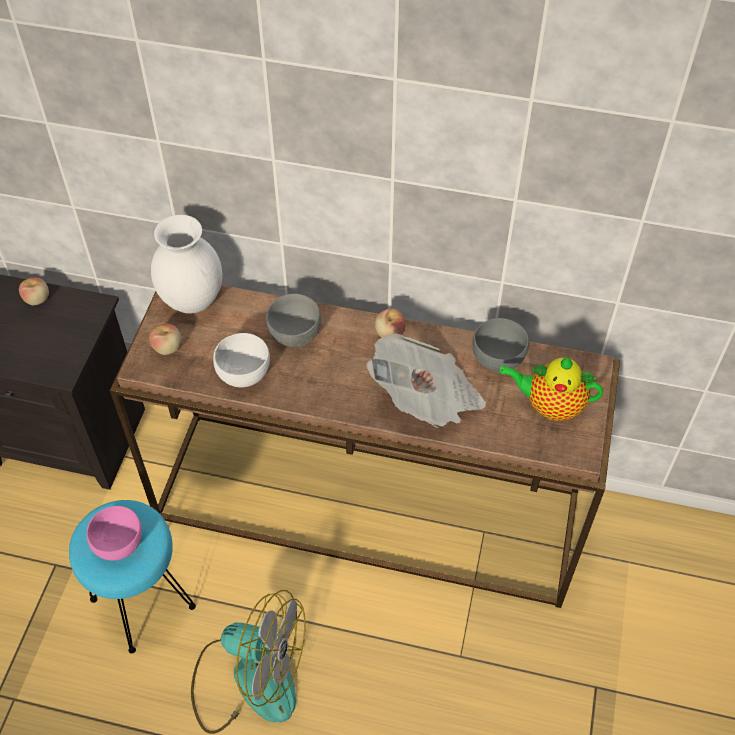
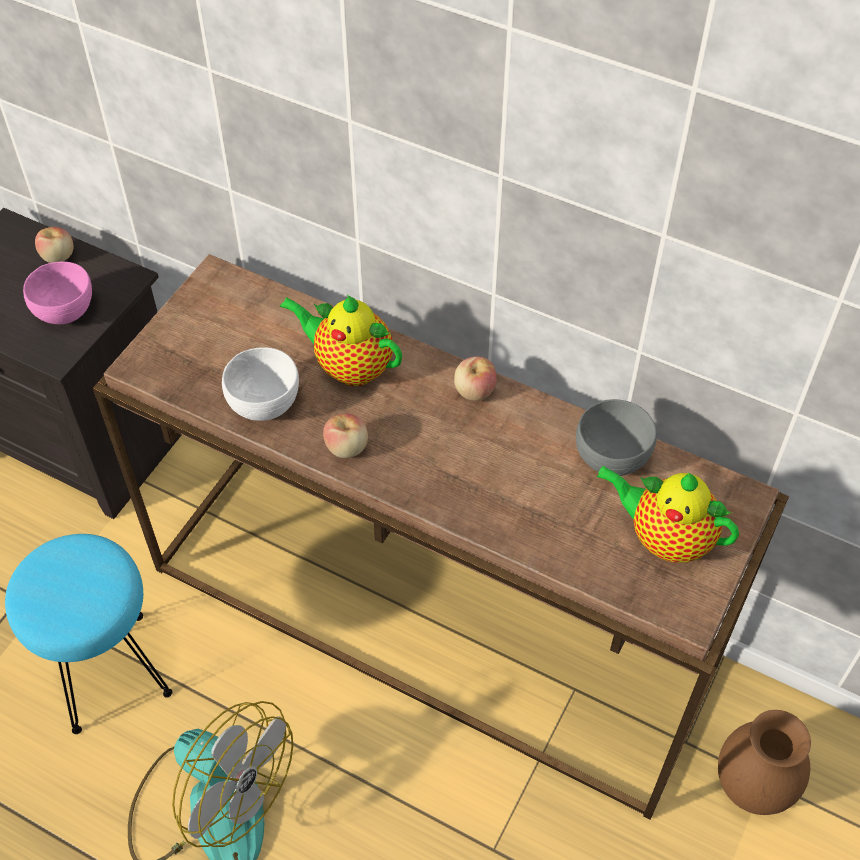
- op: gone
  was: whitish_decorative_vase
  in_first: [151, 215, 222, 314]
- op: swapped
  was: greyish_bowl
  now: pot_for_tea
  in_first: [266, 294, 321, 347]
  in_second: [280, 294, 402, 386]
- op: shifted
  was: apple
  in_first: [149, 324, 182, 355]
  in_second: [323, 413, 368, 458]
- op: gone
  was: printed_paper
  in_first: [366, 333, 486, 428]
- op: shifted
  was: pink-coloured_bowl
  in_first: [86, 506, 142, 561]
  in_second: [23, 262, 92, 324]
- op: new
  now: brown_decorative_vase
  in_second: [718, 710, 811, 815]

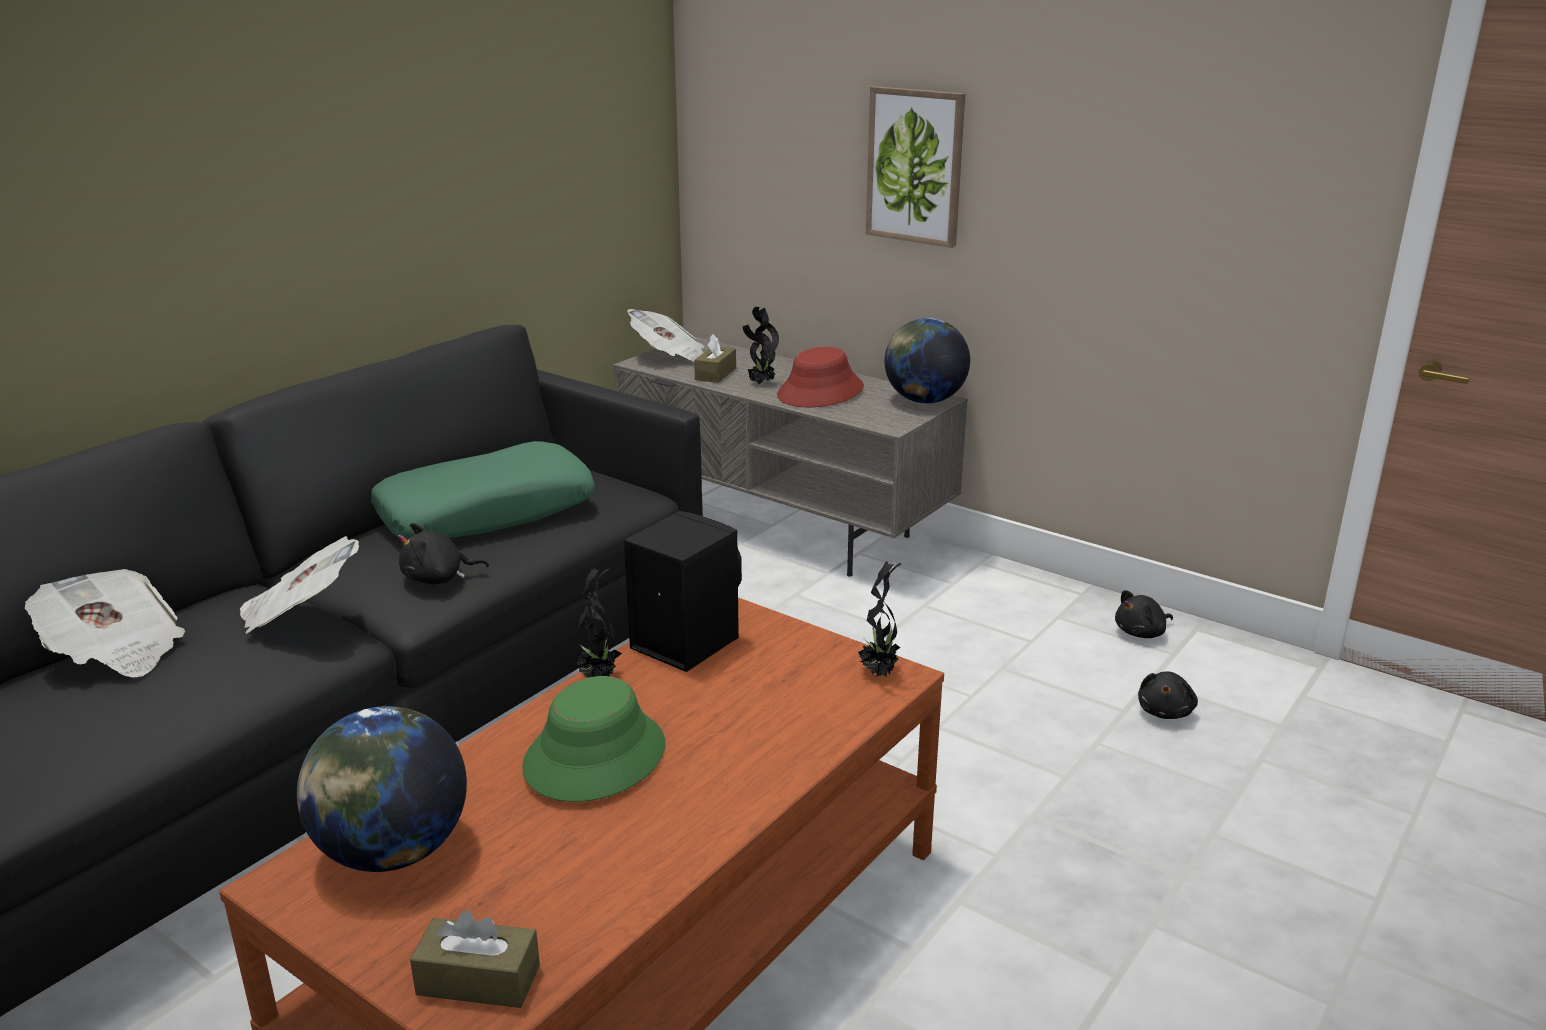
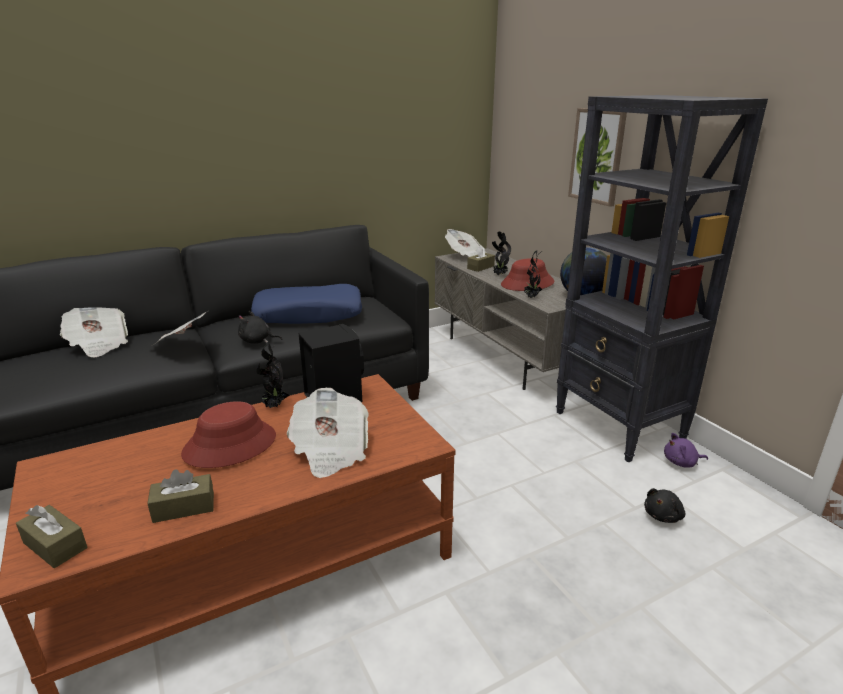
- op: repainted
  was: green-coloured_cushion
  now: bluish_cushion
  in_first: [371, 441, 595, 540]
  in_second: [251, 284, 362, 324]
- op: shifted
  was: potted_plant
  in_first: [858, 561, 903, 678]
  in_second: [524, 250, 542, 298]
- op: repainted
  was: blackish_plush_toy
  now: purple_plush_toy
  in_first: [1115, 590, 1173, 638]
  in_second: [664, 433, 708, 468]
- op: repainted
  was: green-coloured_clothing_hat
  now: red_clothing_hat
  in_first: [522, 676, 665, 802]
  in_second: [181, 401, 276, 468]
- op: gone
  was: world_globe
  in_first: [297, 706, 467, 872]
- op: new
  now: blackish_shelving_unit
  in_second: [556, 95, 768, 463]
- op: new
  now: printed_paper
  in_second: [286, 388, 369, 478]
- op: new
  now: brown_tissue_holder
  in_second: [147, 469, 214, 523]

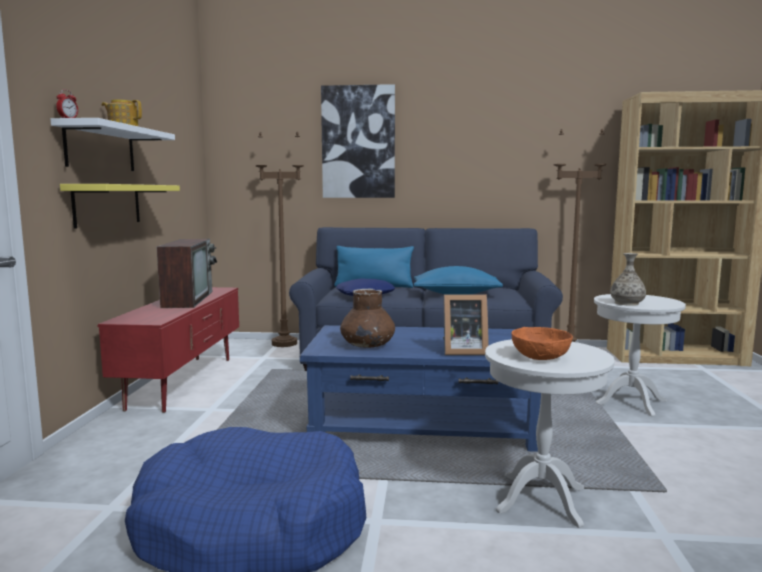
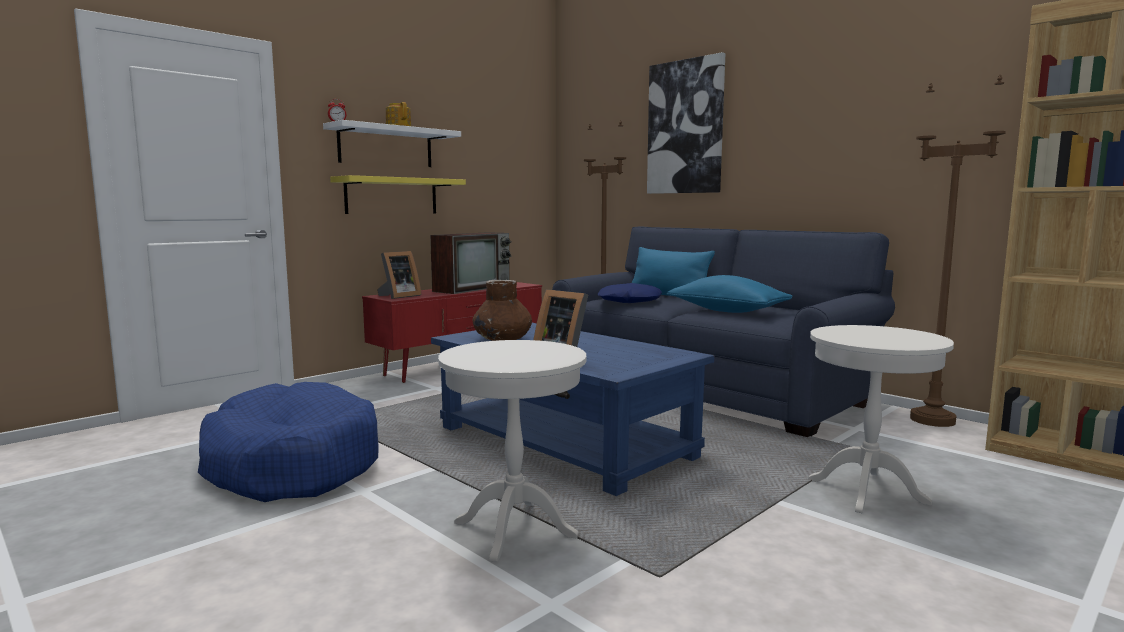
- op: gone
  was: decorative_vase
  in_first: [610, 253, 646, 306]
- op: gone
  was: orange_bowl
  in_first: [512, 327, 573, 360]
- op: new
  now: photo_frame
  in_second: [377, 251, 422, 299]

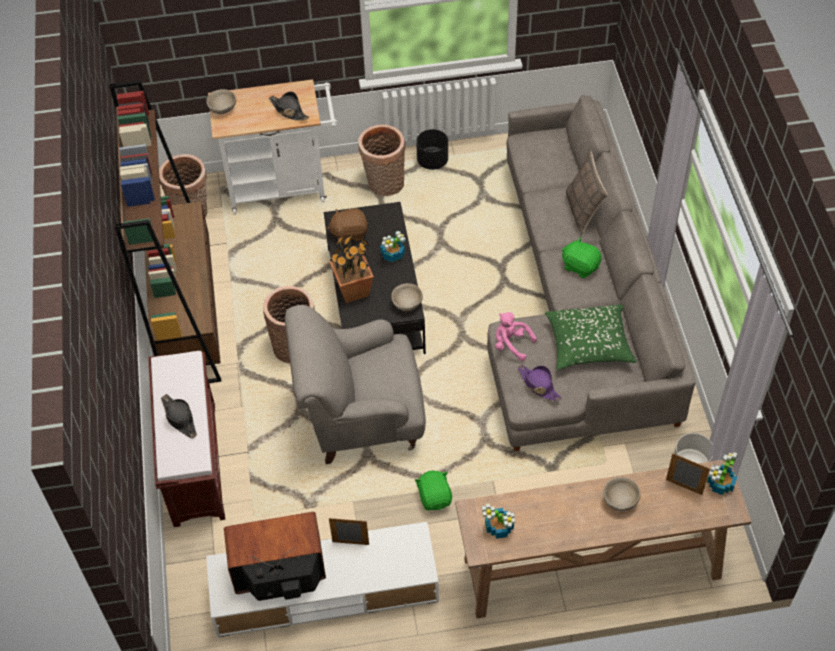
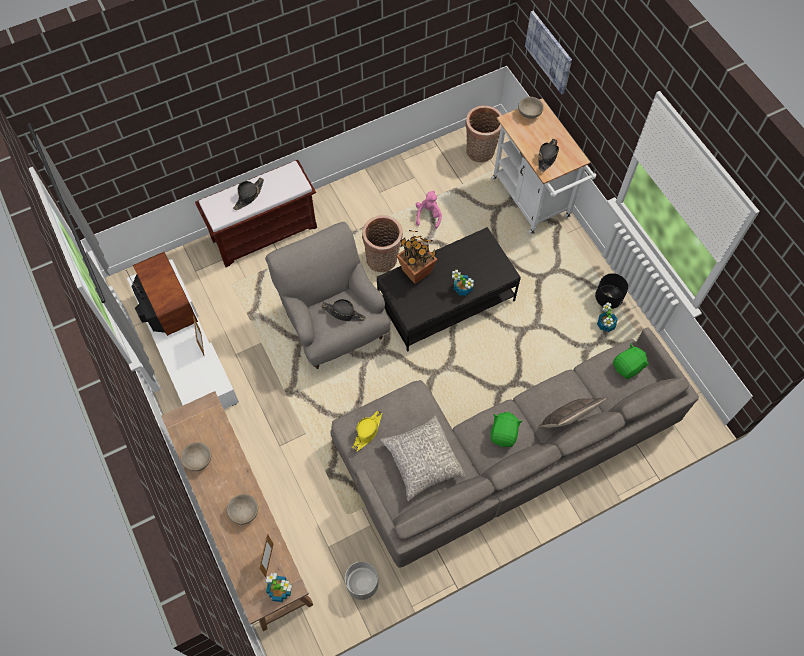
- op: gone
  was: brown_shelving_unit
  in_first: [109, 80, 222, 383]
- op: gone
  was: household_basket
  in_first: [358, 124, 405, 196]
- op: gone
  was: brown_plush_toy
  in_first: [327, 208, 368, 243]
- op: shifted
  was: sand-coloured_bowl
  in_first: [391, 283, 423, 311]
  in_second: [181, 442, 211, 471]
- op: repainted
  was: green-coloured_cushion
  now: greyish_cushion
  in_first: [545, 305, 637, 370]
  in_second: [380, 415, 466, 501]
- op: shifted
  was: pink-coloured_plush_toy
  in_first: [495, 312, 537, 361]
  in_second: [416, 191, 442, 229]
- op: repainted
  was: purple_clothing_hat
  now: yellow_clothing_hat
  in_first: [518, 364, 562, 401]
  in_second: [352, 411, 382, 451]
- op: shifted
  was: green-coloured_plush_toy
  in_first: [415, 471, 452, 511]
  in_second: [613, 344, 649, 379]
- op: shifted
  was: potted_plant
  in_first: [482, 504, 515, 539]
  in_second: [597, 302, 618, 332]
- op: new
  now: picture
  in_second: [525, 11, 572, 94]
- op: new
  now: blackish_clothing_hat
  in_second: [321, 299, 366, 322]

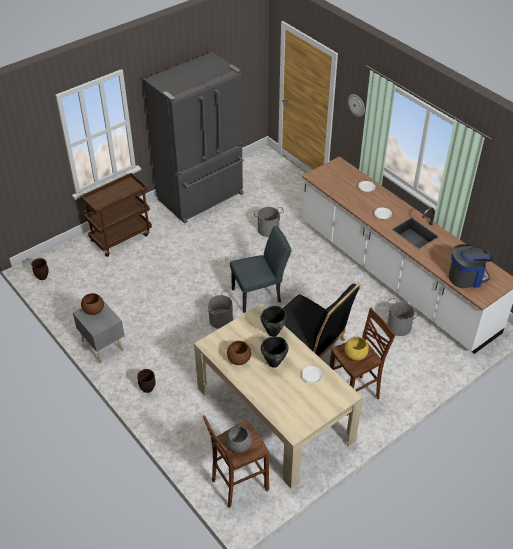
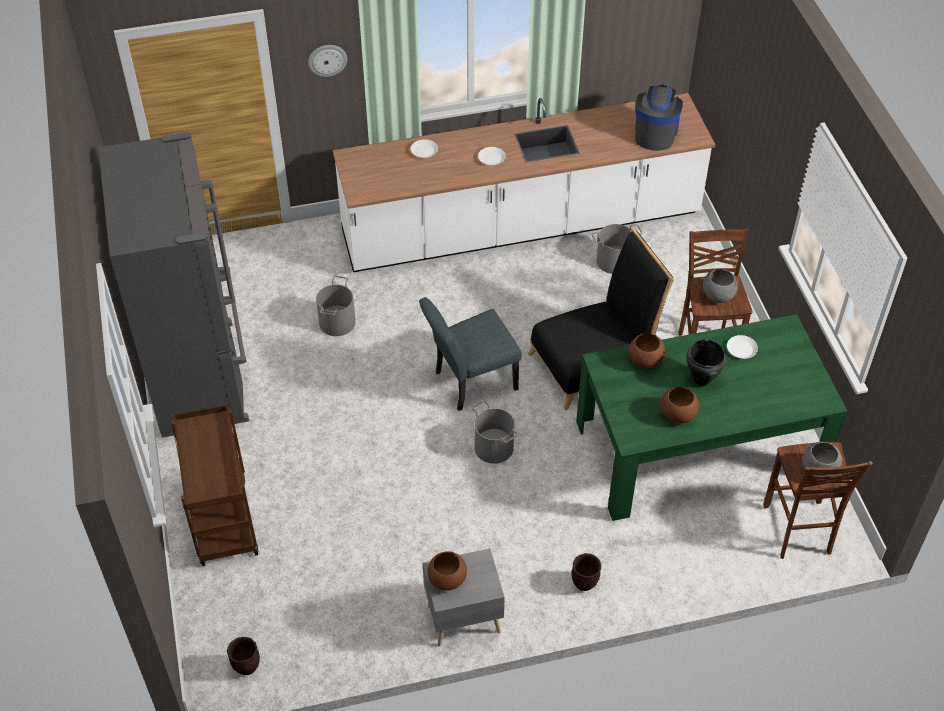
- op: rotated
  was: greyish_chair
  in_first: [230, 226, 292, 313]
  in_second: [419, 297, 522, 411]
  clockwise: -120
- op: repainted
  was: sand-coloured_dinner_table
  now: green-coloured_dinner_table
  in_first: [194, 304, 363, 488]
  in_second: [576, 314, 847, 521]
- op: swapped
  was: blackish_cooking_pot
  now: brown_bowl
  in_first: [261, 306, 287, 337]
  in_second: [629, 333, 665, 368]
- op: repainted
  was: yellow_bowl
  now: greyish_bowl
  in_first: [345, 337, 369, 361]
  in_second: [703, 269, 738, 303]

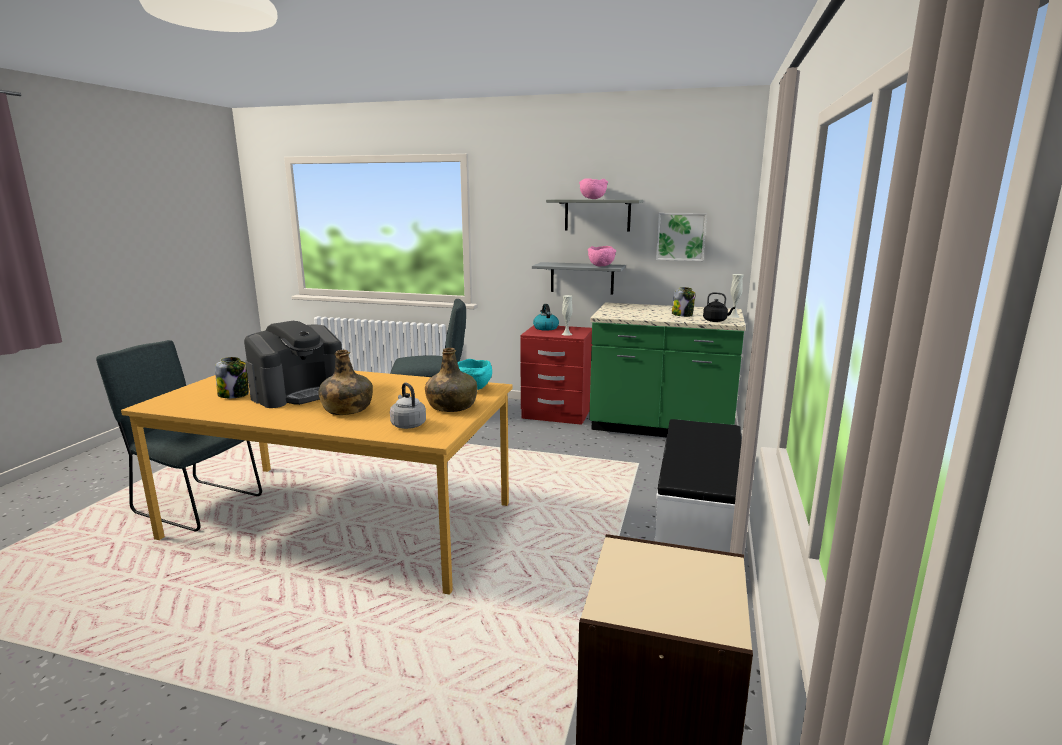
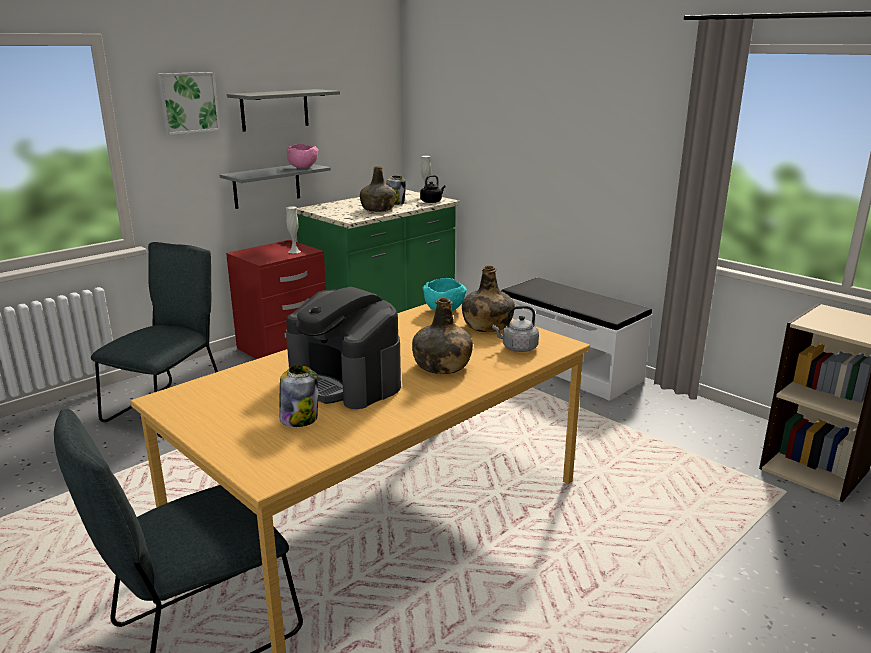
- op: gone
  was: pink-coloured_bowl
  in_first: [579, 178, 608, 199]
- op: shifted
  was: picture
  in_first: [656, 213, 707, 261]
  in_second: [157, 72, 220, 135]
- op: gone
  was: tea_kettle
  in_first: [533, 304, 559, 331]
- op: rotated
  was: coffee_machine
  in_first: [244, 321, 342, 408]
  in_second: [286, 287, 401, 409]
  clockwise: 150
- op: new
  now: green-coloured_drink_bottle
  in_second: [360, 166, 396, 212]

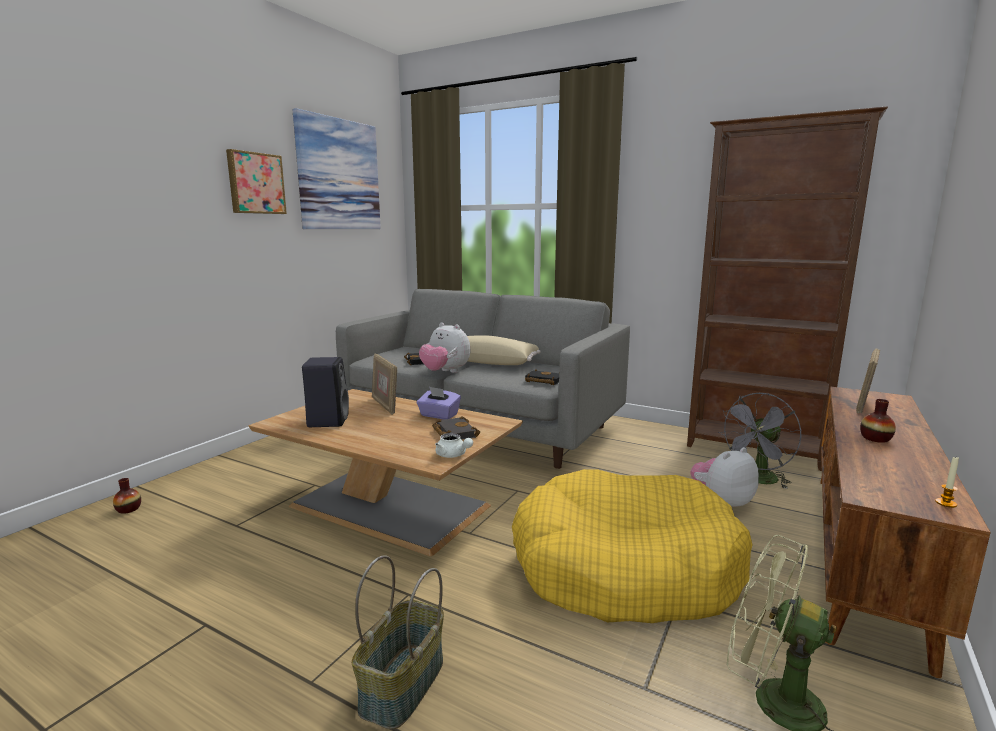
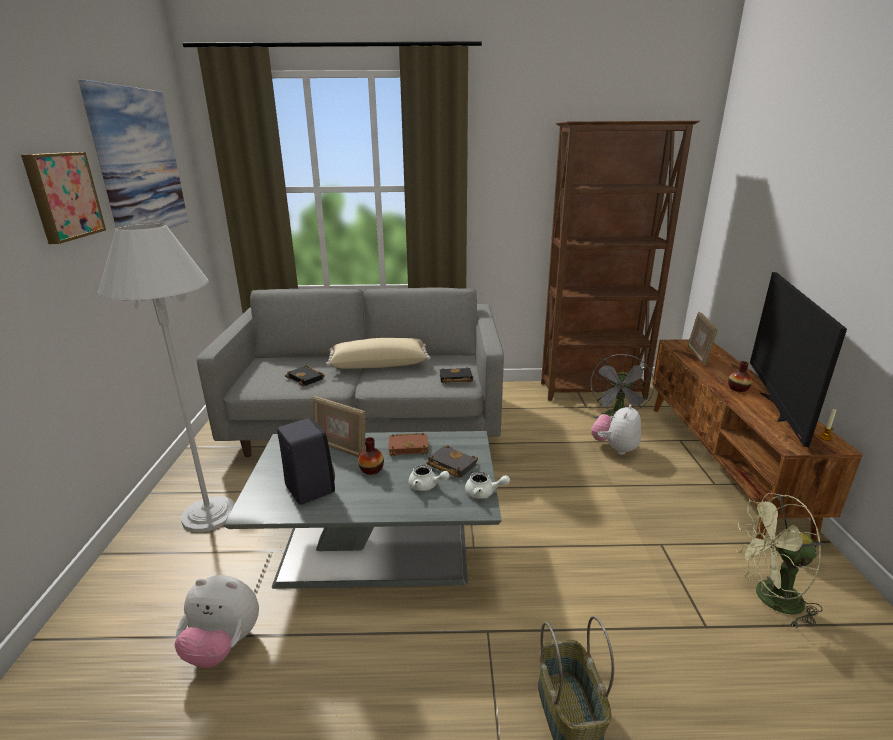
- op: shifted
  was: plush_toy
  in_first: [419, 323, 470, 373]
  in_second: [174, 575, 259, 668]
- op: swapped
  was: purple_tissue_holder
  now: brown_volume
  in_first: [417, 387, 461, 420]
  in_second: [389, 433, 429, 456]
- op: repainted
  was: brown_low_table
  now: greyish_low_table
  in_first: [248, 389, 523, 556]
  in_second: [223, 431, 502, 589]
- op: gone
  was: yellow_pet_bed
  in_first: [512, 469, 753, 623]
- op: shifted
  was: decorative_vase
  in_first: [113, 478, 141, 514]
  in_second: [358, 437, 384, 475]
- op: new
  now: whitish_standing_lamp
  in_second: [98, 223, 235, 532]
- op: new
  now: TV_set
  in_second: [750, 272, 847, 447]
- op: new
  now: whitish_pot_for_tea
  in_second: [409, 465, 450, 491]

